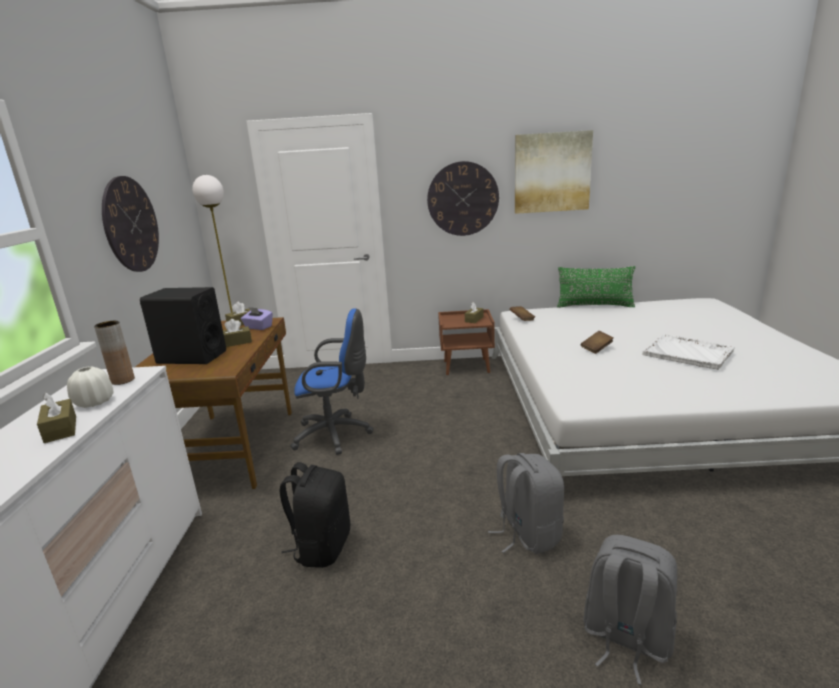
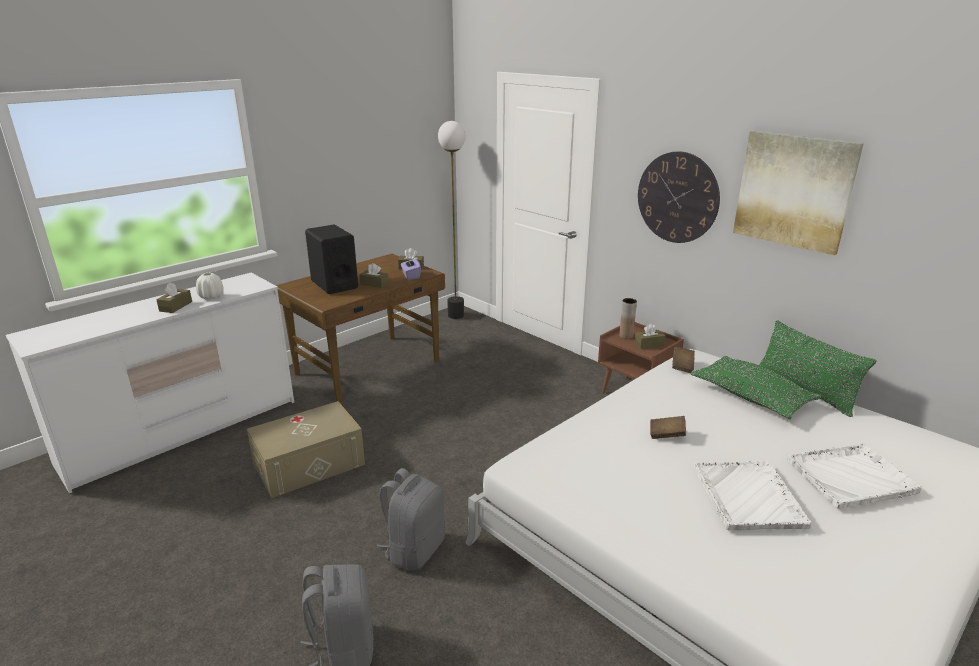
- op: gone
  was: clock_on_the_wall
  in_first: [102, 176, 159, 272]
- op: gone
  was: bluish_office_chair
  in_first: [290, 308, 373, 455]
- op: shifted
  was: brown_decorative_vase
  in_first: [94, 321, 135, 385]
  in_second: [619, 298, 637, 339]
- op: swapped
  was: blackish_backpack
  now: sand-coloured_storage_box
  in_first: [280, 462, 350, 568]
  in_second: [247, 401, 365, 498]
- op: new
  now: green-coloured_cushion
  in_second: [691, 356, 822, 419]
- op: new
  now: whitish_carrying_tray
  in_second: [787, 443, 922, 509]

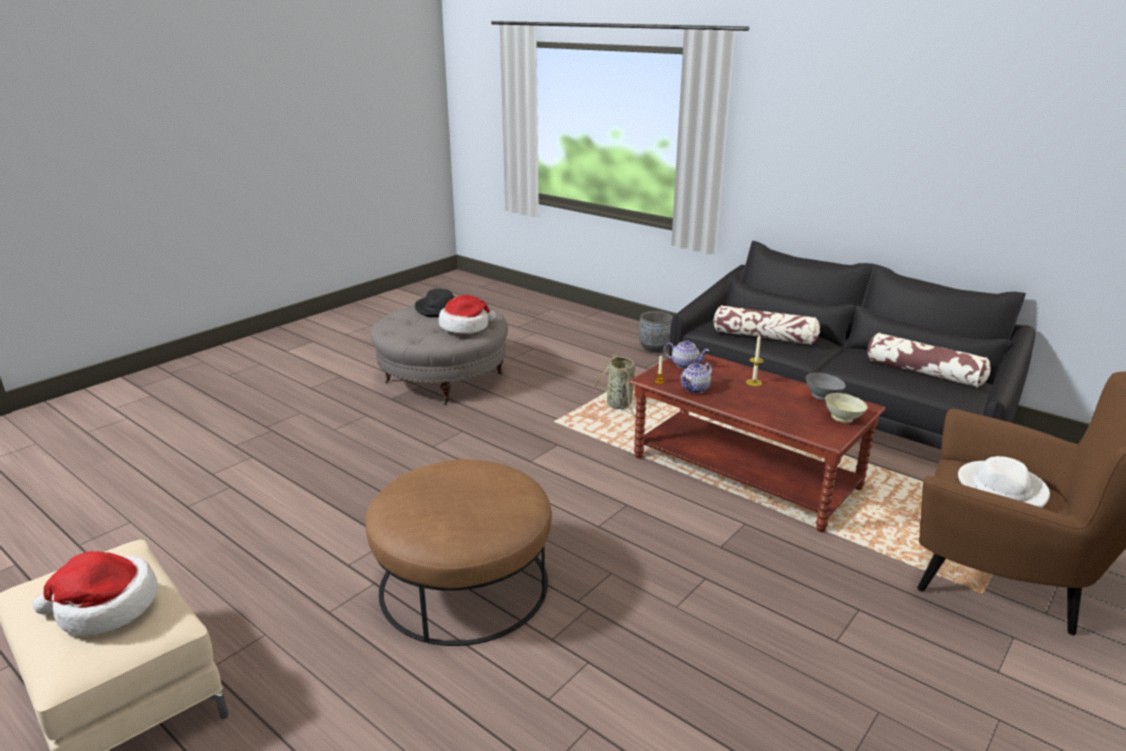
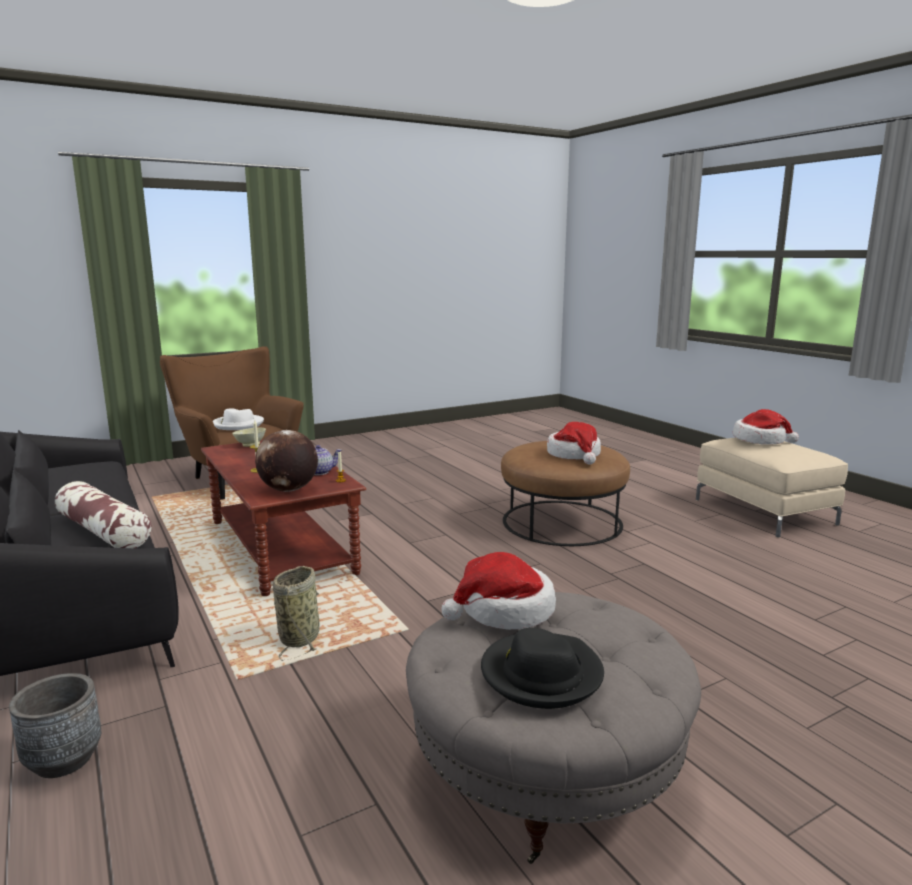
- op: gone
  was: cushion
  in_first: [867, 333, 991, 388]
- op: swapped
  was: pot_for_tea
  now: world_globe
  in_first: [664, 340, 709, 369]
  in_second: [255, 430, 318, 492]
- op: gone
  was: greyish_bowl
  in_first: [806, 373, 846, 401]
- op: new
  now: clothing_hat
  in_second: [547, 422, 601, 464]

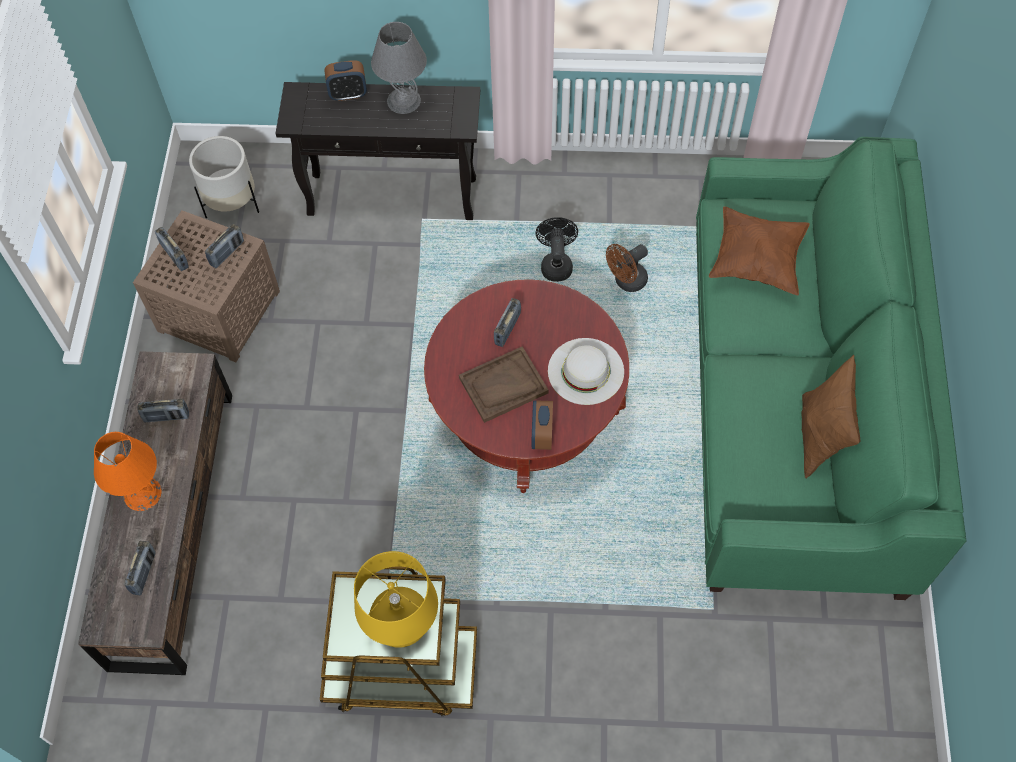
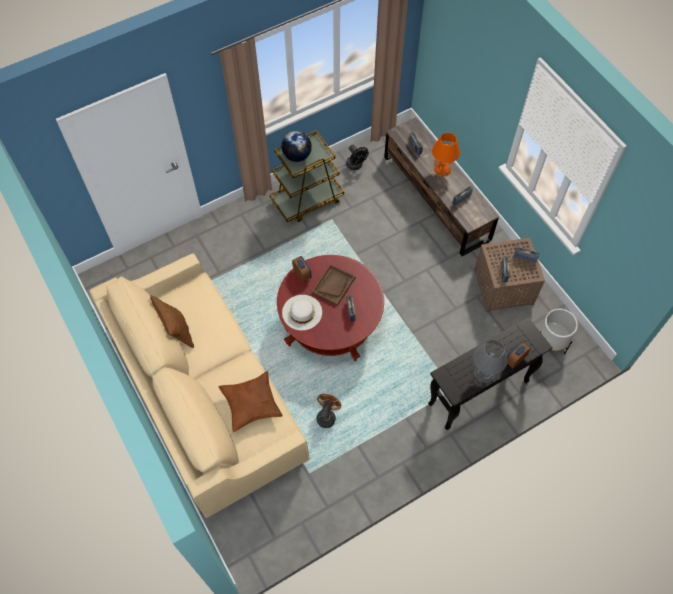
- op: repainted
  was: green-coloured_sofa
  now: sand-coloured_sofa
  in_first: [696, 137, 966, 600]
  in_second: [89, 253, 310, 518]
- op: shifted
  was: blackish_fan
  in_first: [535, 217, 578, 282]
  in_second: [346, 145, 369, 170]
- op: swapped
  was: yellow_lamp_for_a_table
  now: world_globe
  in_first: [354, 551, 438, 648]
  in_second: [281, 131, 312, 162]

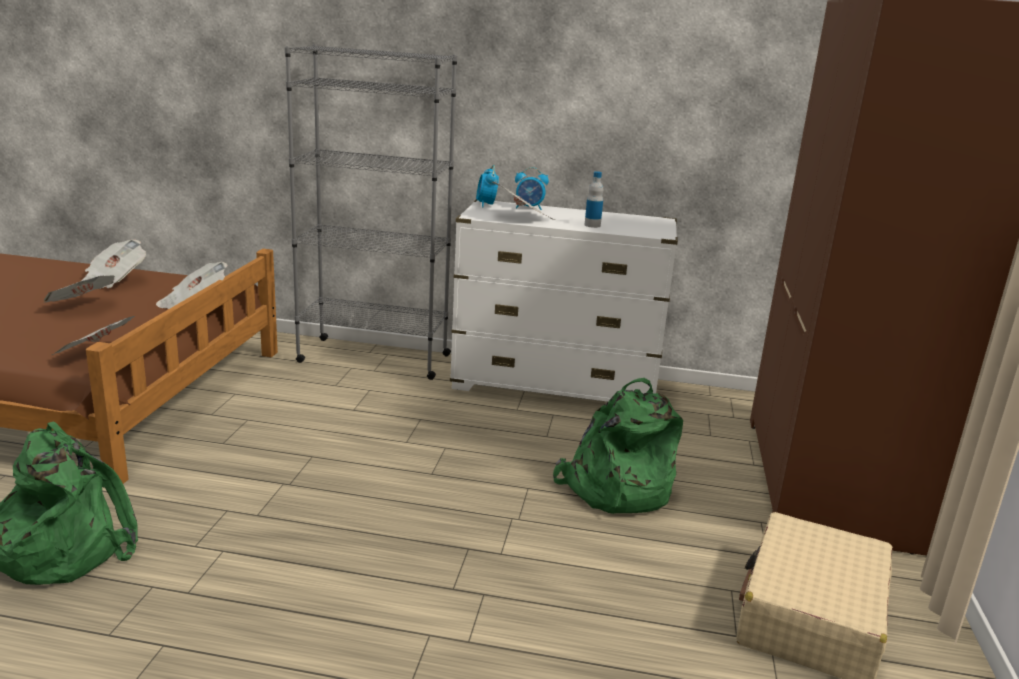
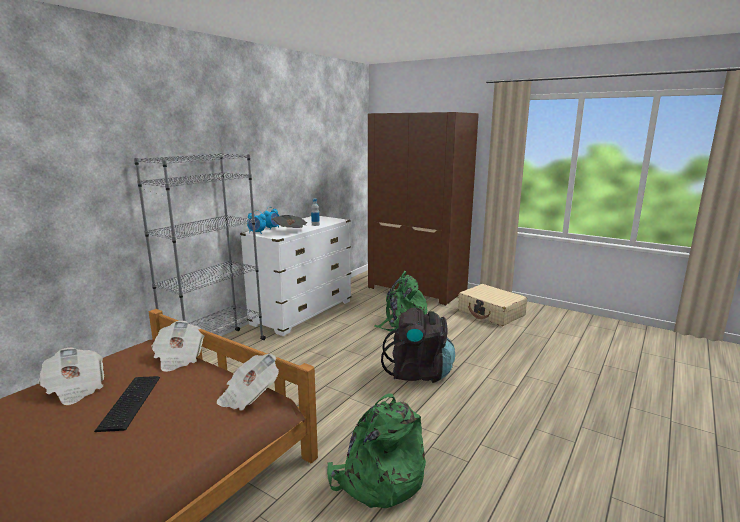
- op: swapped
  was: printed_paper
  now: computer_keyboard
  in_first: [44, 275, 115, 303]
  in_second: [94, 376, 160, 432]
- op: new
  now: blackish_backpack
  in_second: [381, 307, 455, 383]

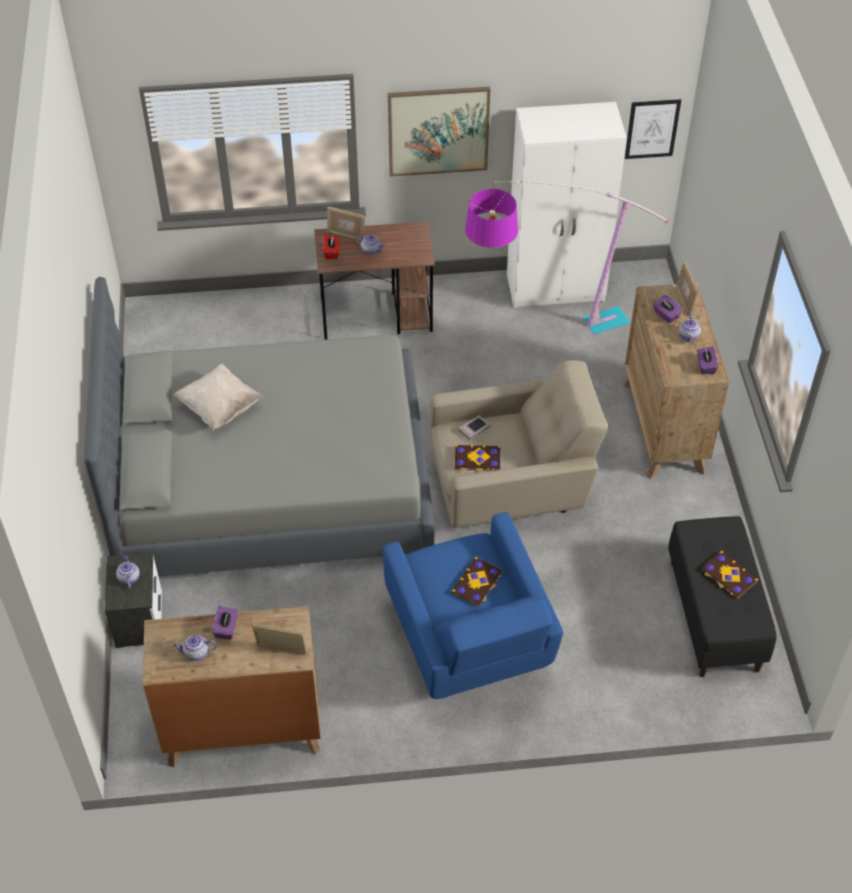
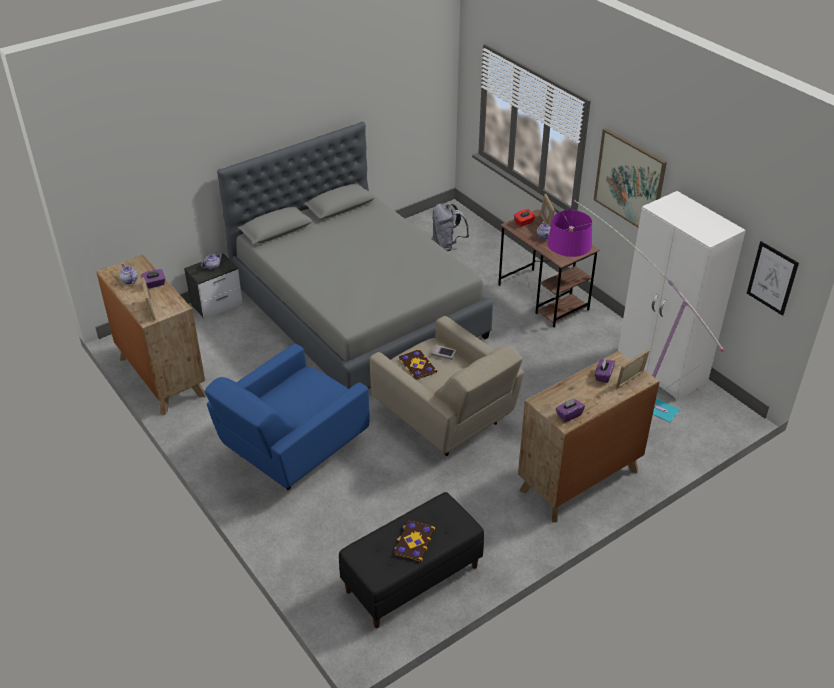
- op: gone
  was: pot_for_tea
  in_first: [679, 314, 701, 342]
- op: gone
  was: sand-coloured_cushion
  in_first: [174, 364, 263, 430]
- op: gone
  was: volume
  in_first: [451, 557, 503, 606]
- op: new
  now: greyish_backpack
  in_second: [432, 203, 469, 251]

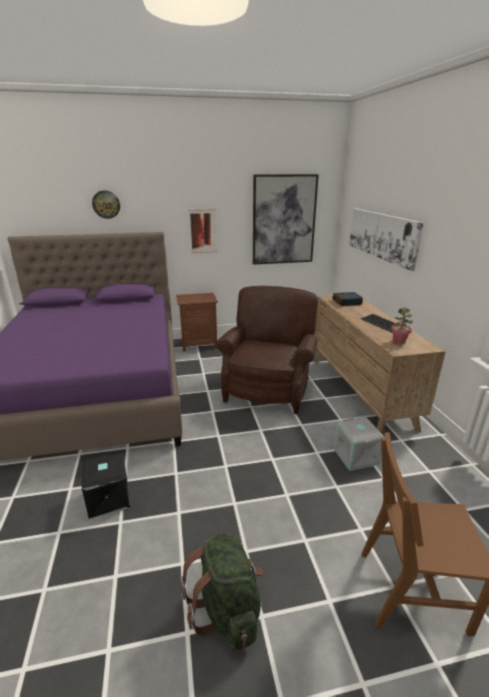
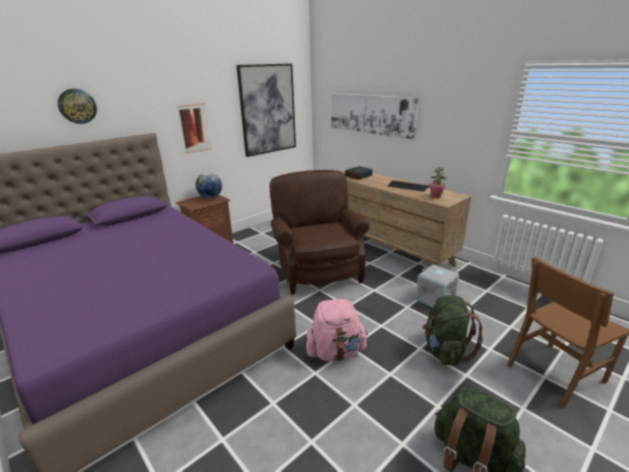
- op: gone
  was: blackish_storage_box
  in_first: [82, 453, 130, 519]
- op: new
  now: world_globe
  in_second: [195, 172, 222, 199]
- op: new
  now: green-coloured_backpack
  in_second: [422, 295, 483, 366]
- op: new
  now: pink-coloured_backpack
  in_second: [305, 298, 368, 361]

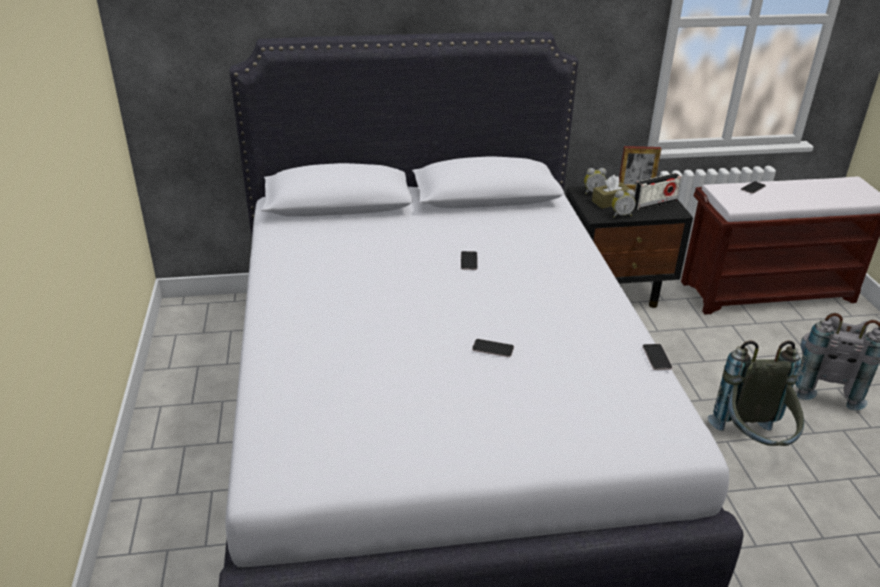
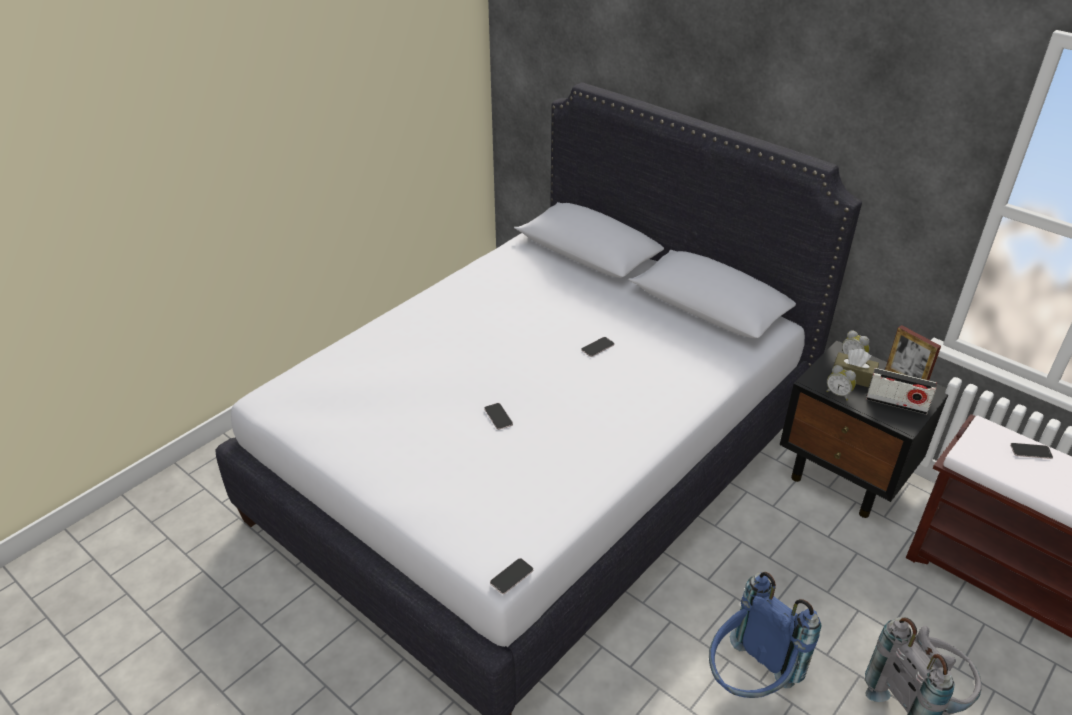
- op: repainted
  was: greyish_backpack
  now: bluish_backpack
  in_first: [707, 340, 804, 446]
  in_second: [709, 572, 821, 698]
- op: shifted
  was: telephone
  in_first: [643, 344, 672, 370]
  in_second: [490, 558, 534, 594]

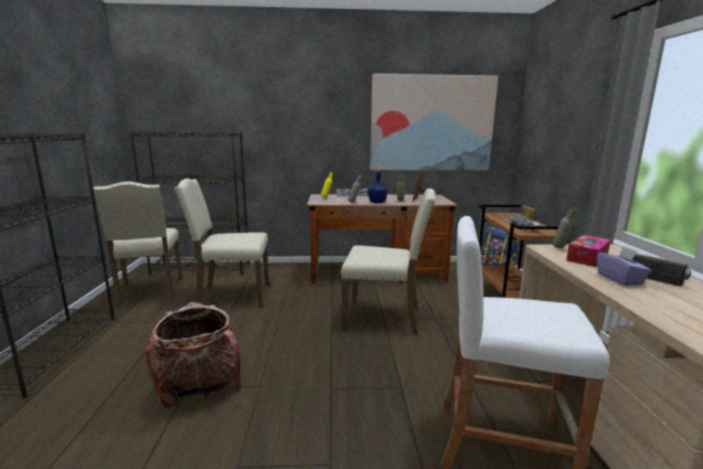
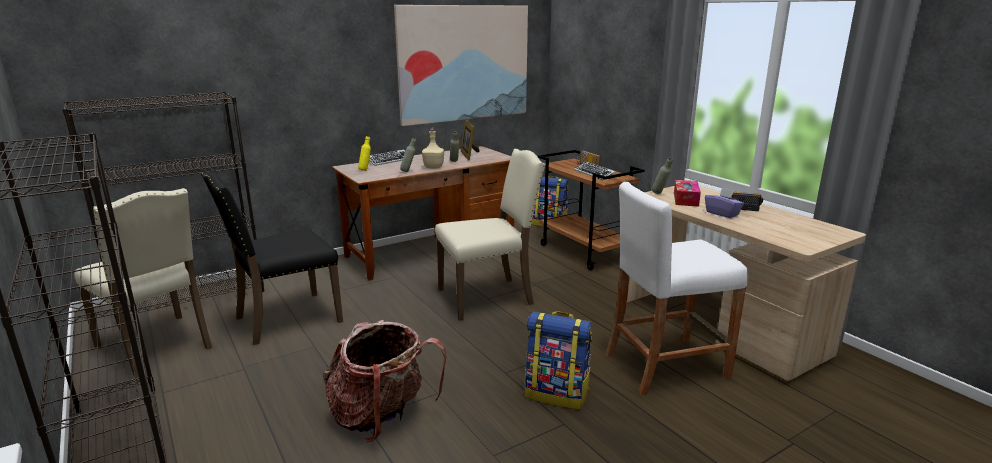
- op: repainted
  was: bluish_drink_bottle
  now: sand-coloured_drink_bottle
  in_first: [368, 169, 388, 203]
  in_second: [422, 128, 444, 168]
- op: repainted
  was: sand-coloured_chair
  now: blackish_chair
  in_first: [174, 178, 269, 308]
  in_second: [201, 171, 343, 345]
- op: new
  now: backpack
  in_second: [525, 311, 592, 409]

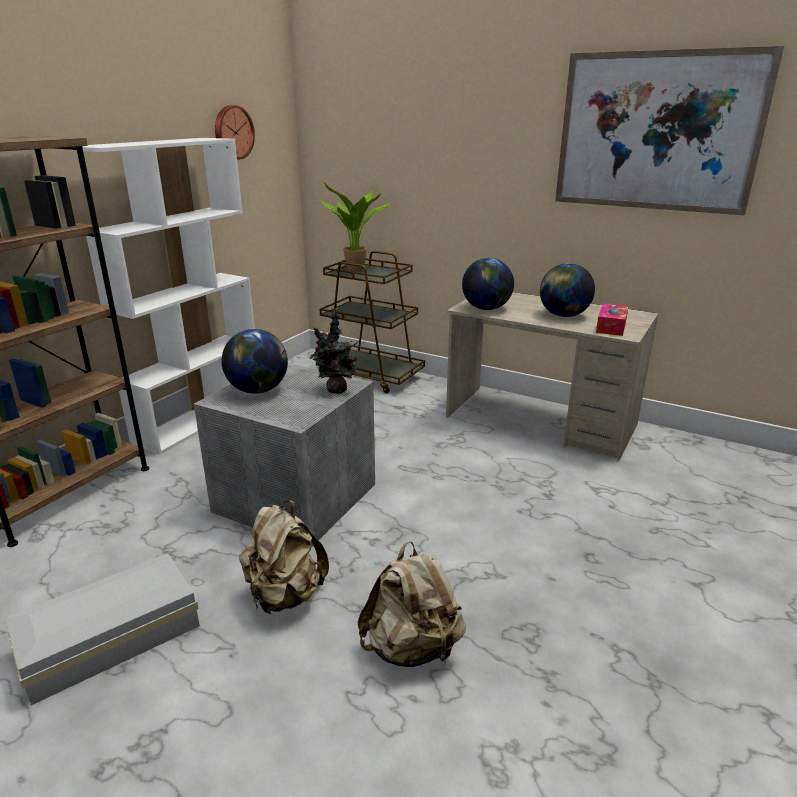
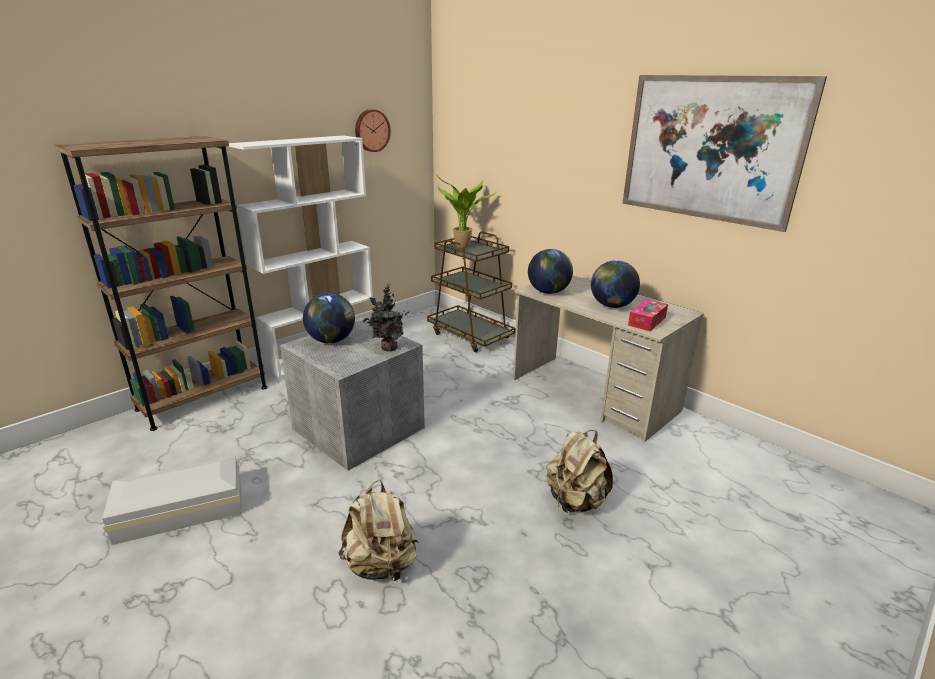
- op: shifted
  was: sand-coloured_backpack
  in_first: [239, 500, 329, 614]
  in_second: [547, 430, 613, 513]

